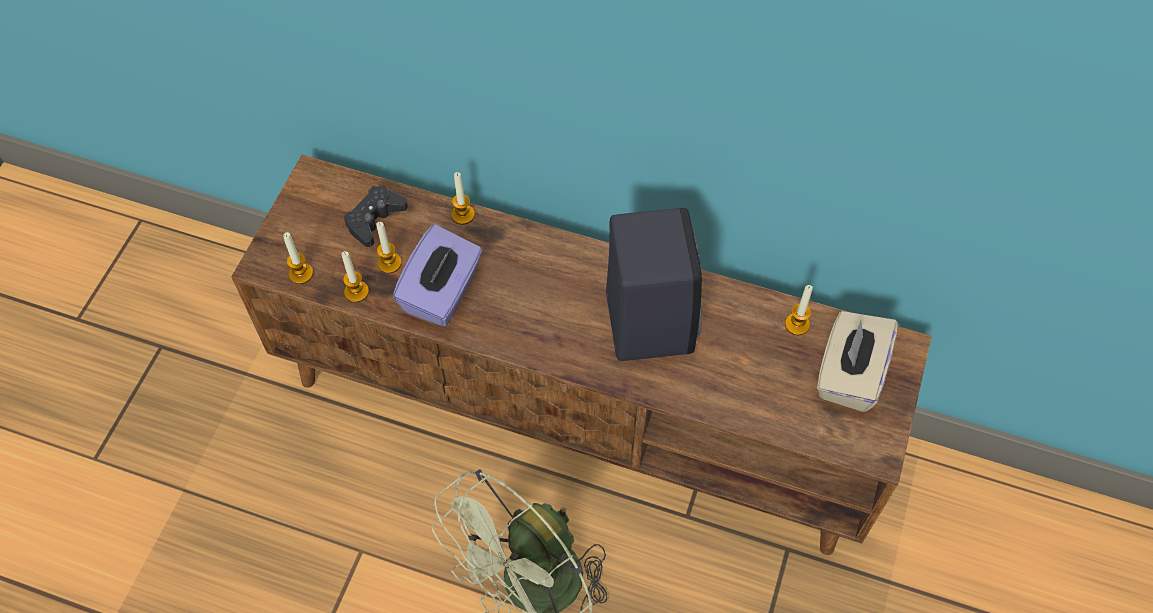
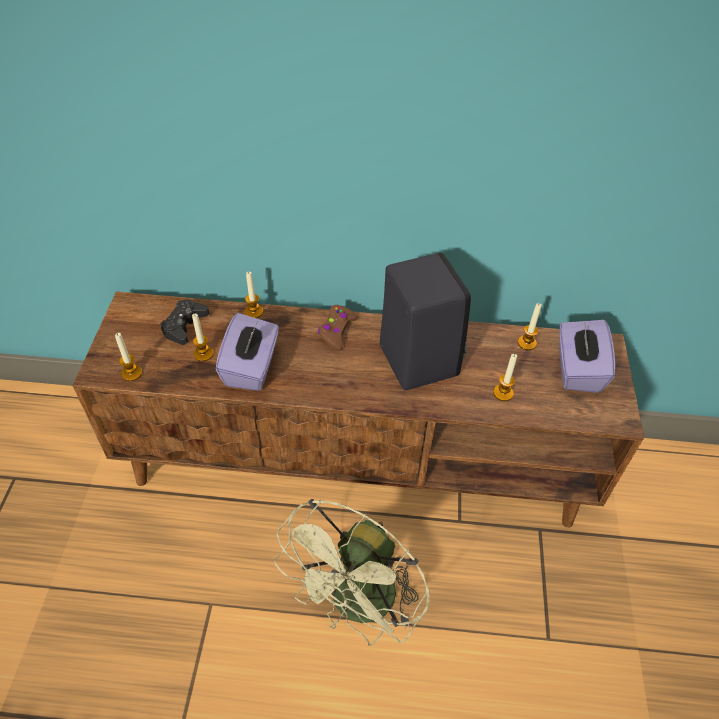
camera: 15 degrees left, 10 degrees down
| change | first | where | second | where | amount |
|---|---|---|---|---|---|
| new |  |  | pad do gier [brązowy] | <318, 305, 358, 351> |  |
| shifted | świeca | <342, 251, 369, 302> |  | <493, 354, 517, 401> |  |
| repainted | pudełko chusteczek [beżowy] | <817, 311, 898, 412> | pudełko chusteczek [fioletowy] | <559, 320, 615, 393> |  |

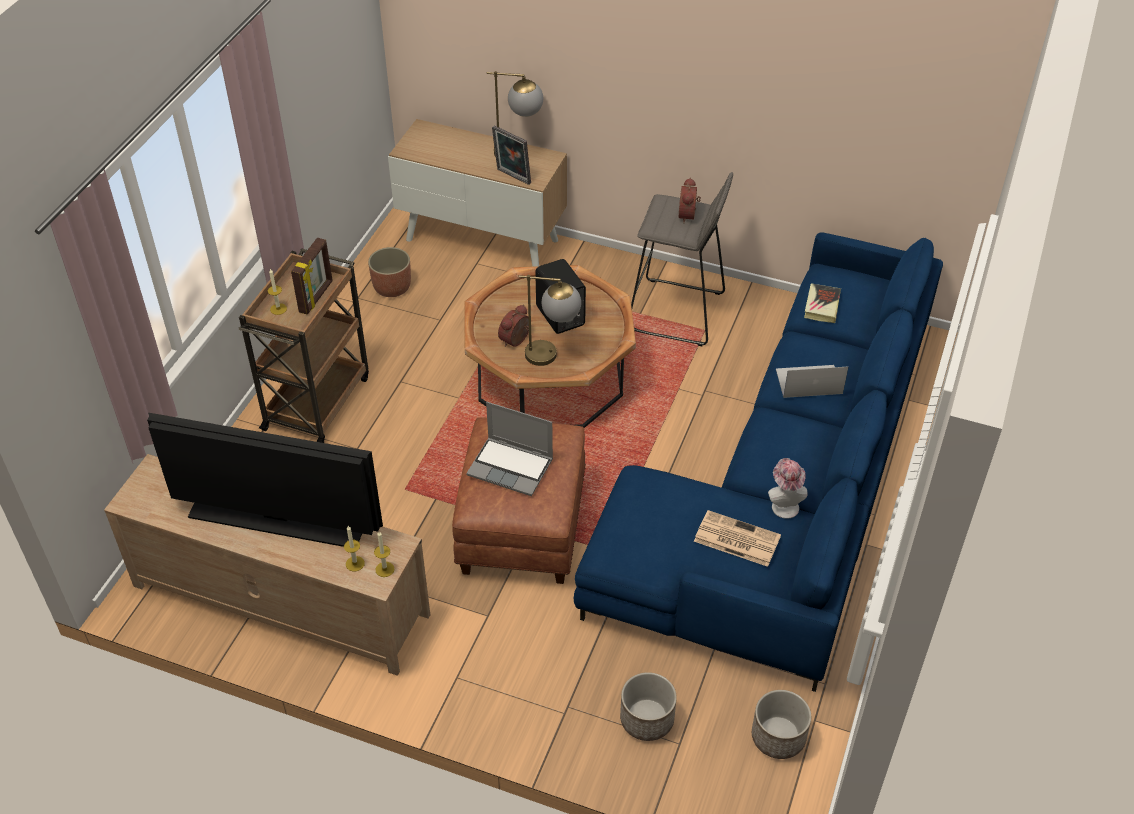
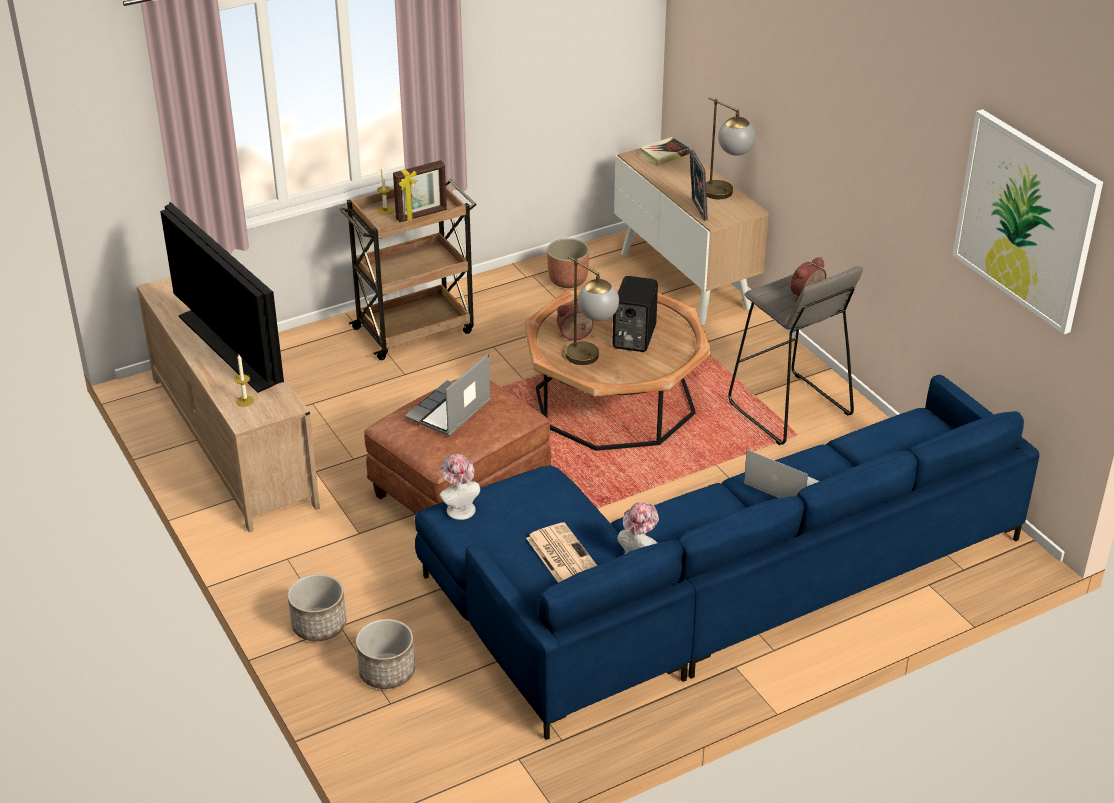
camera: 40 degrees right, 10 degrees down
| change | first | where | second | where | amount |
|---|---|---|---|---|---|
| gone | świeca | <374, 532, 395, 577> |  |  |  |
| new |  |  | kapelusz | <440, 454, 480, 520> |  |
| new |  |  | obraz | <953, 109, 1103, 334> |  |
| shifted | donica | <752, 690, 811, 759> |  | <288, 574, 346, 641> |  |
| shifted | książka | <804, 284, 841, 323> |  | <640, 137, 690, 166> |  |
| rotated | laptop | <466, 402, 553, 496> |  | <405, 354, 491, 436> | 60 degrees clockwise |

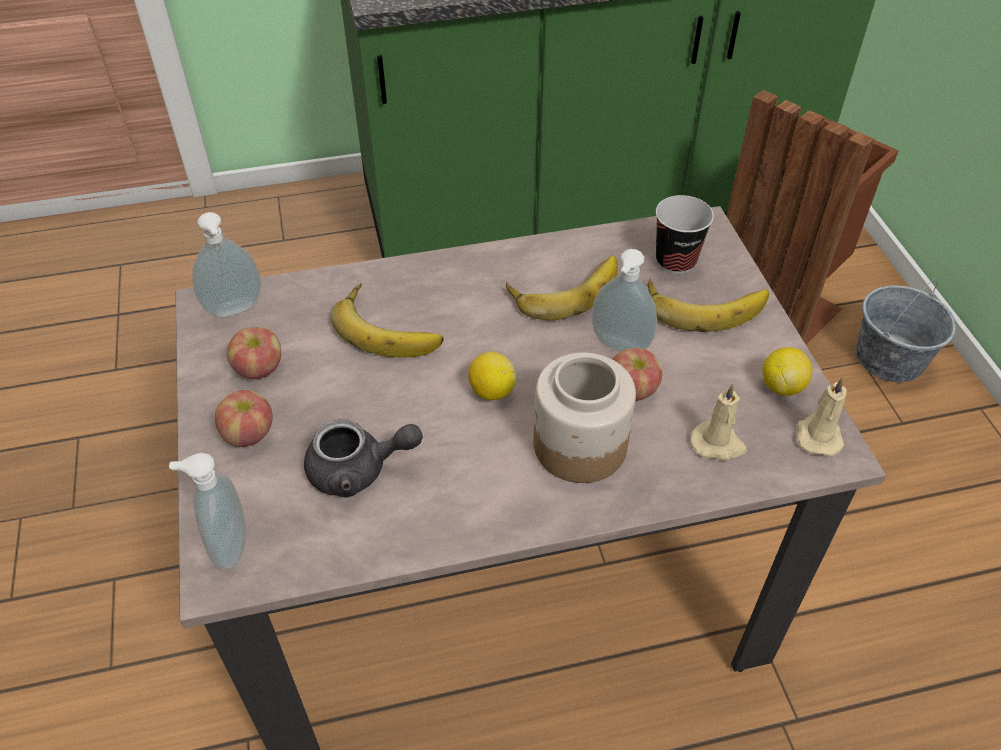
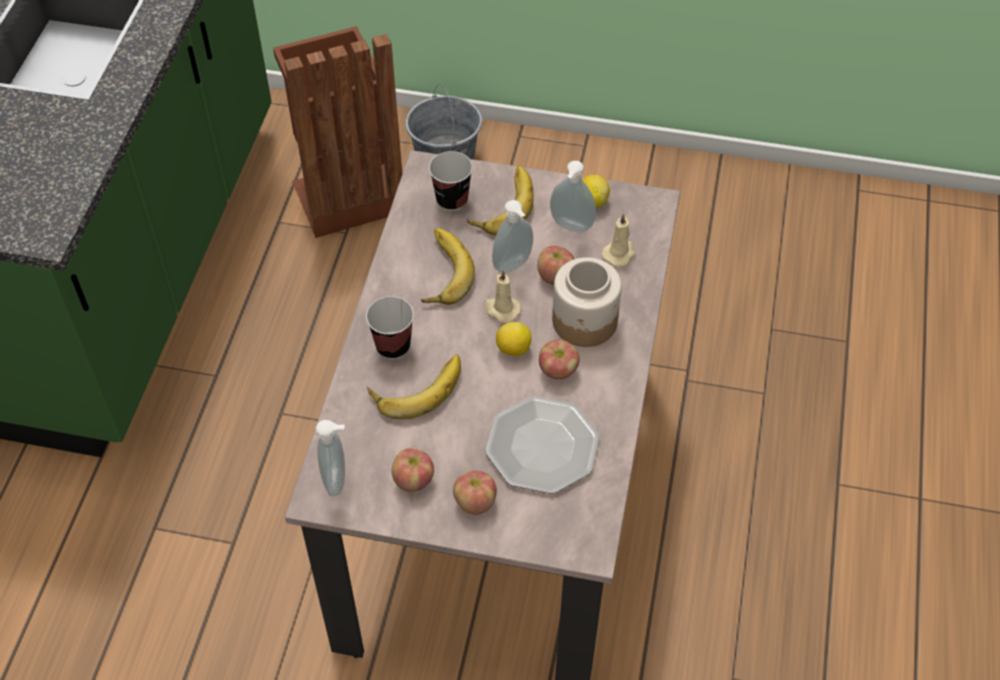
camera: 65 degrees left, 5 degrees up
| change | first | where | second | where | amount |
|---|---|---|---|---|---|
| new |  |  | filiżanka | <366, 296, 414, 359> |  |
| new |  |  | jabłko | <539, 340, 580, 379> |  |
| shifted | dozownik mydła | <169, 453, 246, 570> |  | <550, 161, 596, 233> |  |
| shifted | świeca [beżowy] | <797, 377, 847, 456> |  | <484, 270, 521, 323> |  |
| swapped | imbryk [szary] | <304, 419, 423, 497> | talerz | <485, 396, 600, 494> |  |

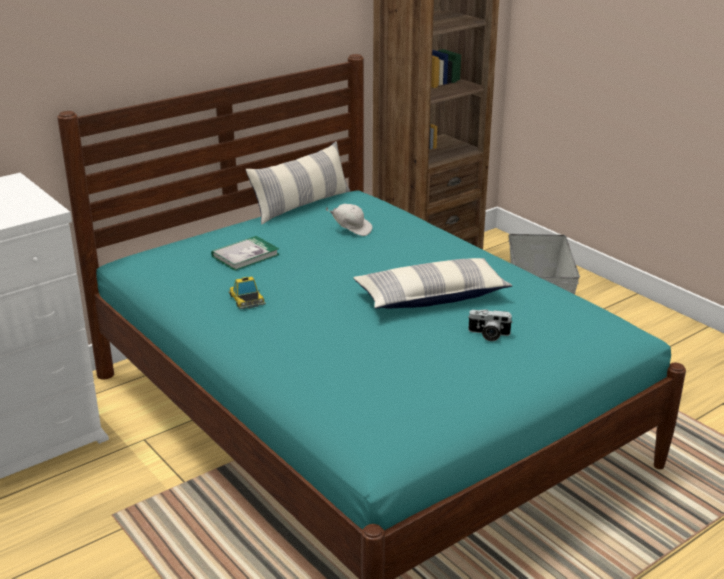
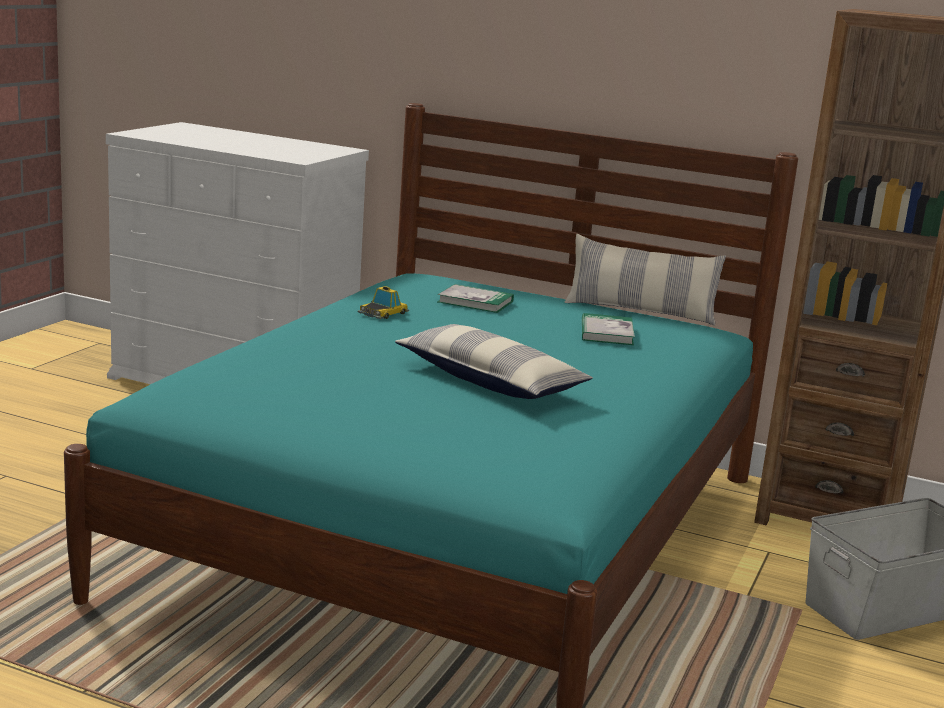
camera: 60 degrees right, 10 degrees down
| change | first | where | second | where | amount |
|---|---|---|---|---|---|
| gone | aparat fotograficzny | <467, 309, 513, 341> |  |  |  |
| swapped | czapka z daszkiem [biały] | <325, 204, 373, 236> | książka | <582, 313, 635, 345> |  |

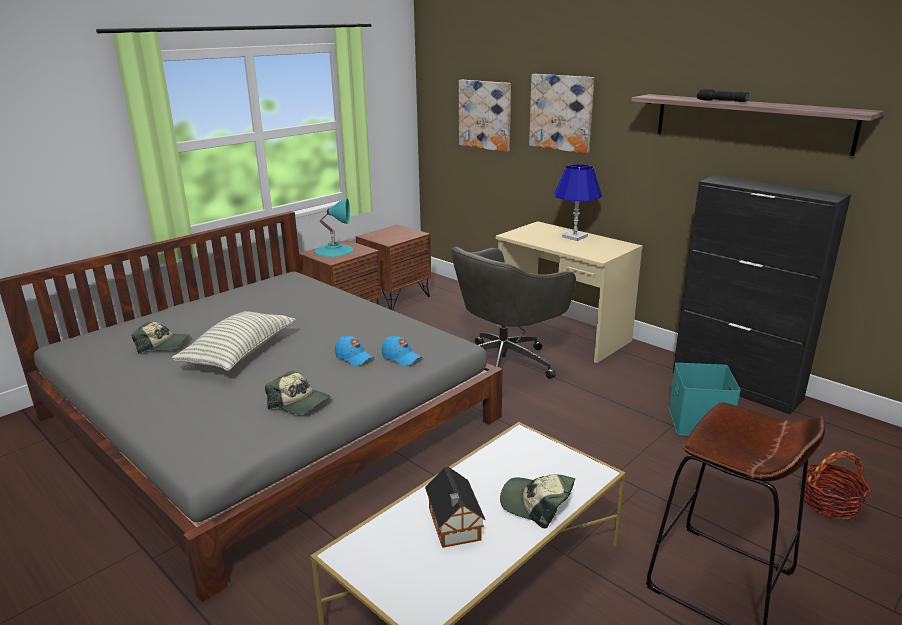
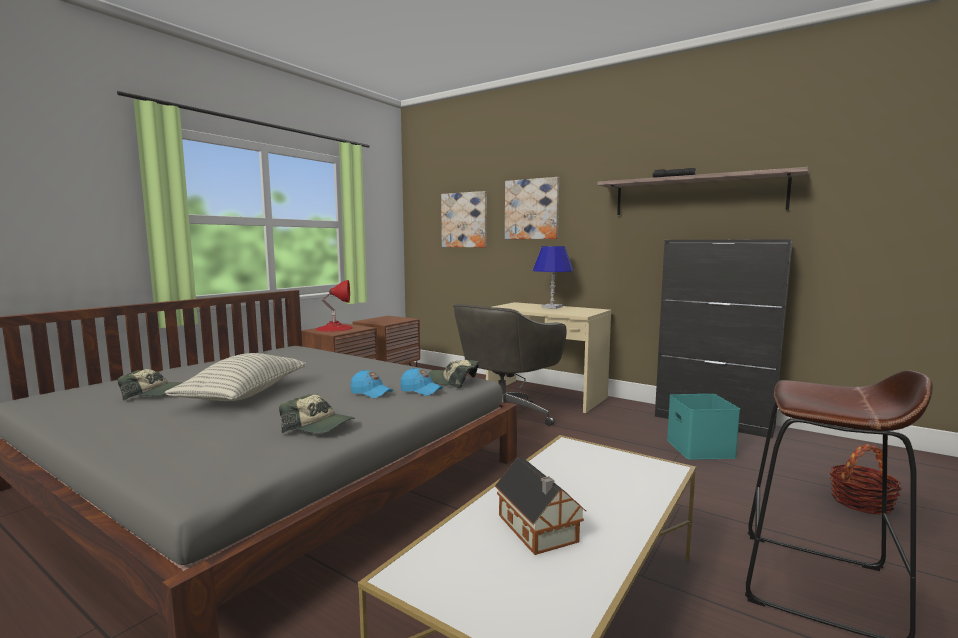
camera: 10 degrees left, 15 degrees down
| change | first | where | second | where | amount |
|---|---|---|---|---|---|
| shifted | czapka z daszkiem | <500, 474, 575, 528> |  | <429, 360, 479, 388> |  |
| repainted | lampa stołowa [turkusowy] | <314, 199, 353, 257> | lampa stołowa [czerwony] | <316, 280, 353, 332> |  |

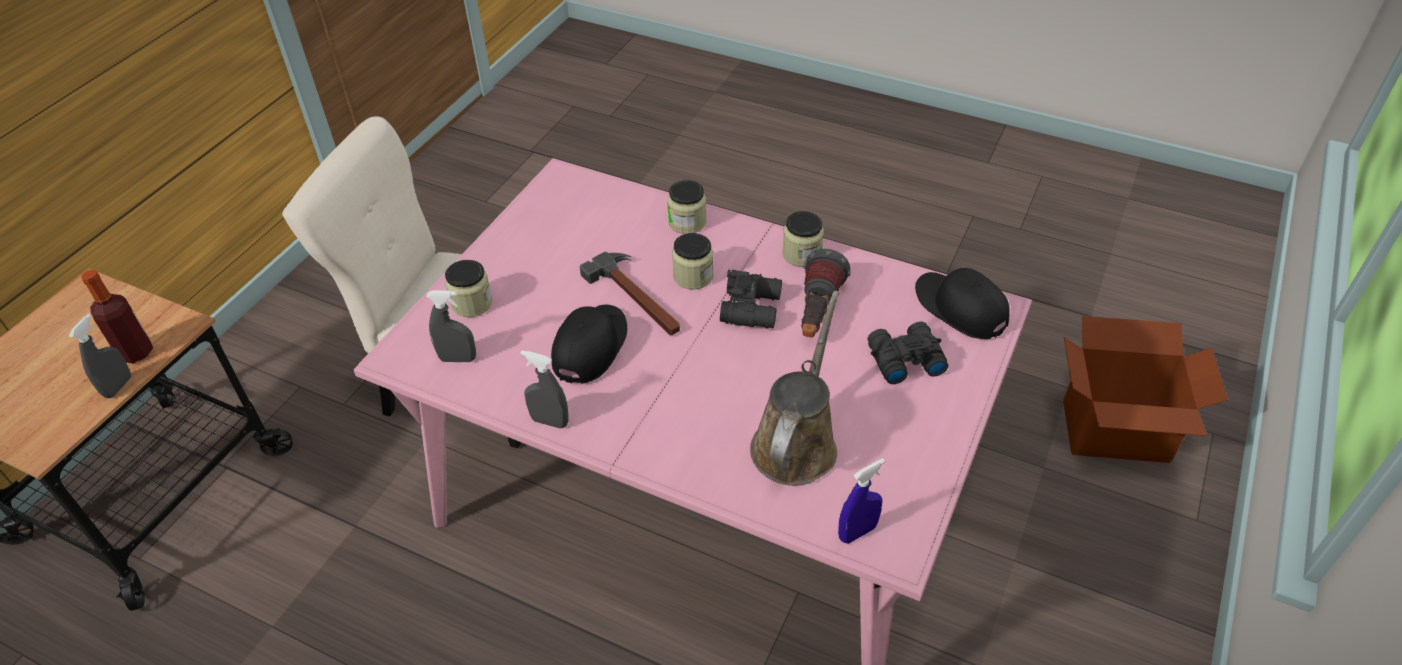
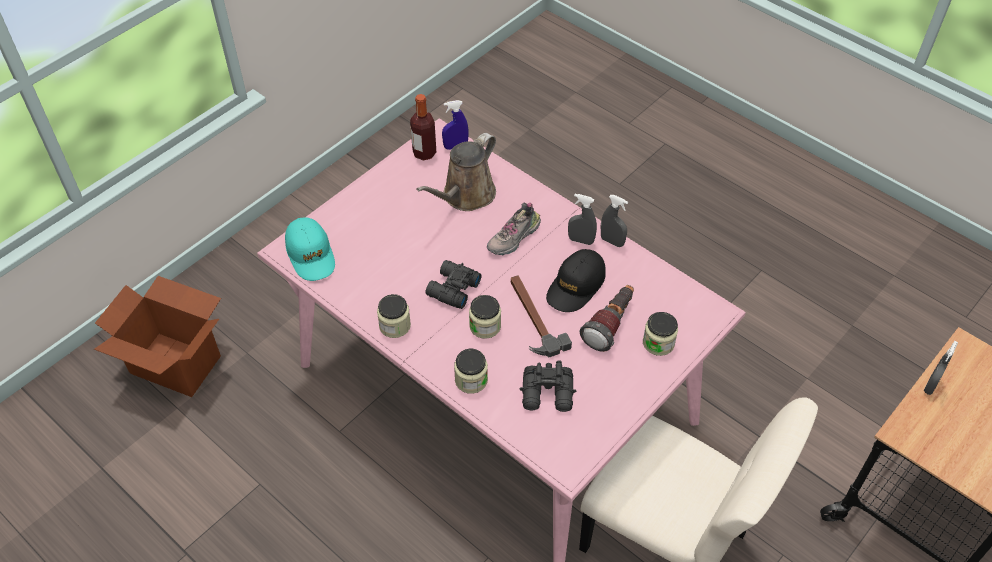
camera: 165 degrees left, 5 degrees up
| change | first | where | second | where | amount |
|---|---|---|---|---|---|
| new |  |  | but | <487, 203, 541, 255> |  |
| shifted | butelka | <81, 270, 153, 364> |  | <410, 94, 436, 161> |  |
| shifted | spryskiwacz [szary] | <426, 290, 476, 362> |  | <568, 194, 597, 245> |  |
| shifted | latarka | <801, 249, 851, 337> |  | <580, 285, 634, 352> |  |
| shifted | lornetka [czarny] | <868, 321, 948, 384> |  | <520, 360, 576, 412> |  |
| repainted | czapka z daszkiem [czarny] | <915, 268, 1010, 339> | czapka z daszkiem [turkusowy] | <285, 218, 335, 281> |  |

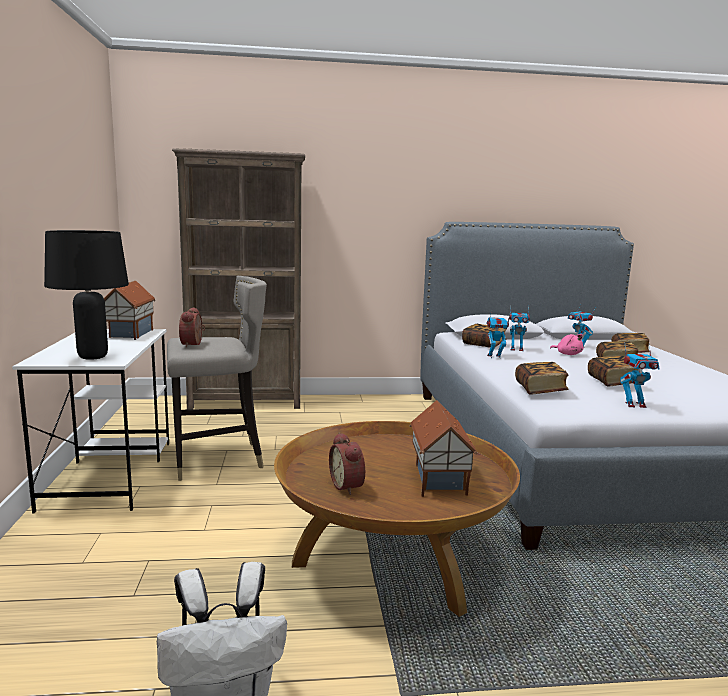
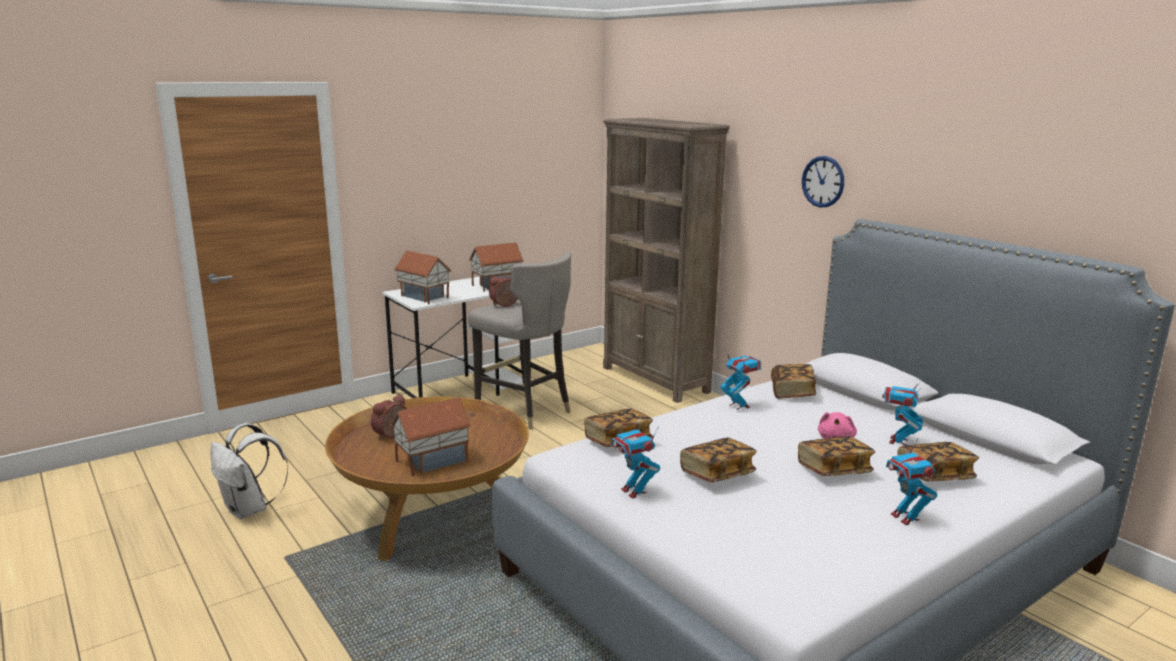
camera: 60 degrees right, 5 degrees up
| change | first | where | second | where | amount |
|---|---|---|---|---|---|
| new |  |  | zegar ścienny | <802, 156, 844, 207> |  |
| shifted | robot zabawkowy | <509, 310, 530, 351> |  | <886, 438, 942, 525> |  |
| swapped | lampa stołowa [czarny] | <44, 230, 129, 360> | domek | <394, 251, 452, 304> |  |

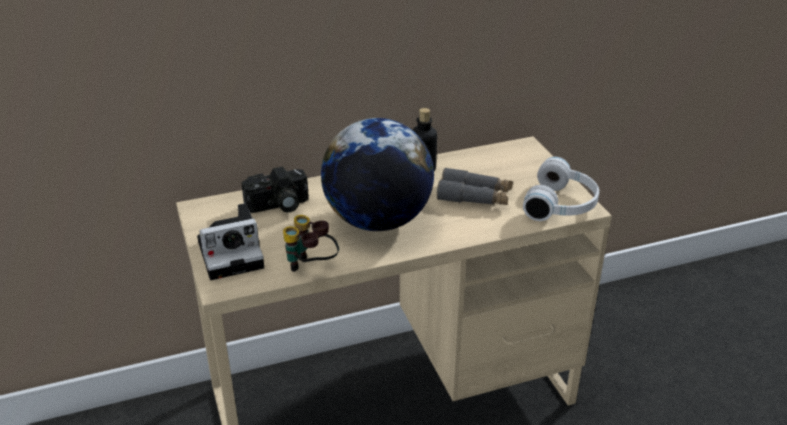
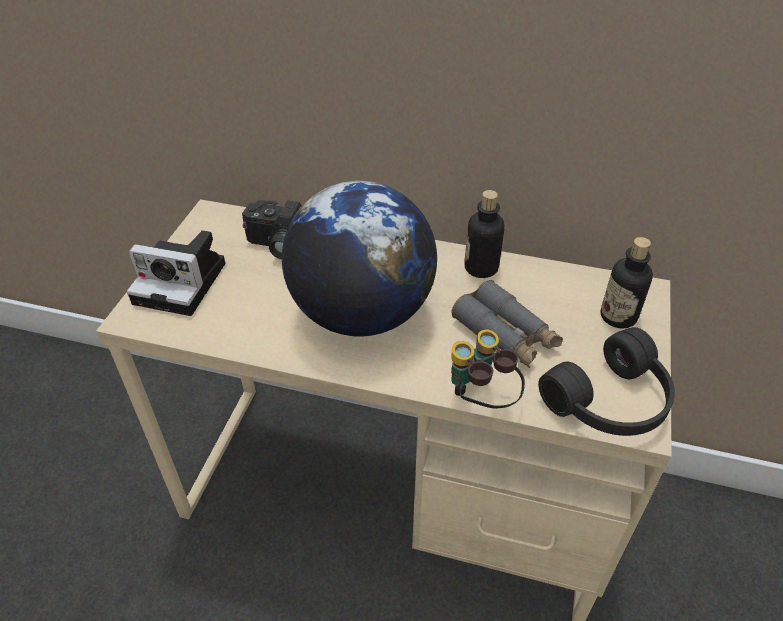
camera: 35 degrees right, 10 degrees up
| change | first | where | second | where | amount |
|---|---|---|---|---|---|
| new |  |  | butelka | <600, 237, 653, 329> |  |
| shifted | lornetka | <283, 215, 339, 272> |  | <451, 329, 525, 408> |  |
| repainted | słuchawki [biały] | <523, 157, 599, 221> | słuchawki [czarny] | <538, 327, 675, 436> |  |

